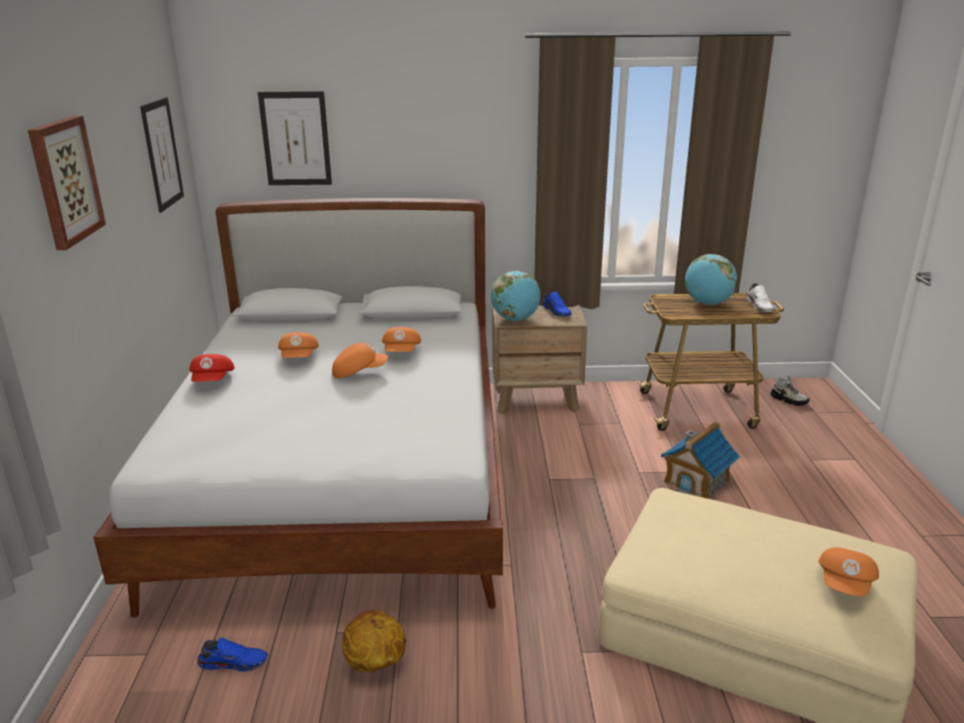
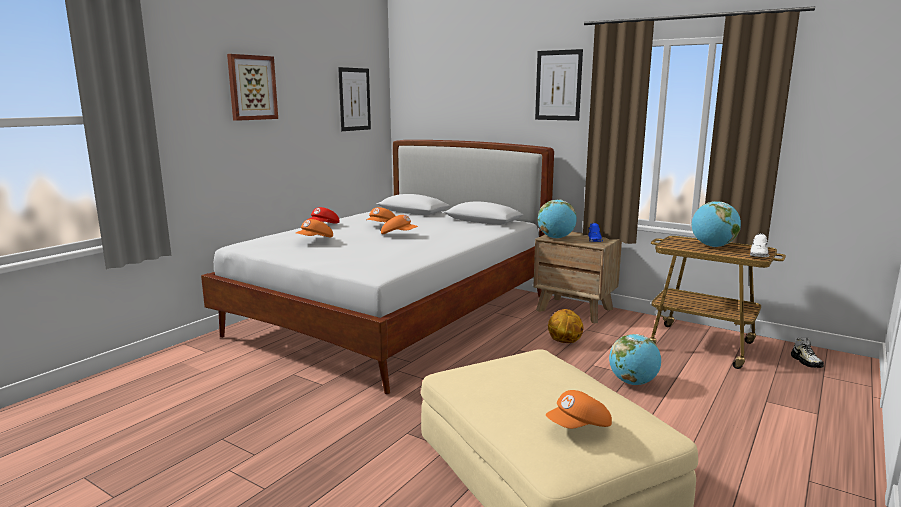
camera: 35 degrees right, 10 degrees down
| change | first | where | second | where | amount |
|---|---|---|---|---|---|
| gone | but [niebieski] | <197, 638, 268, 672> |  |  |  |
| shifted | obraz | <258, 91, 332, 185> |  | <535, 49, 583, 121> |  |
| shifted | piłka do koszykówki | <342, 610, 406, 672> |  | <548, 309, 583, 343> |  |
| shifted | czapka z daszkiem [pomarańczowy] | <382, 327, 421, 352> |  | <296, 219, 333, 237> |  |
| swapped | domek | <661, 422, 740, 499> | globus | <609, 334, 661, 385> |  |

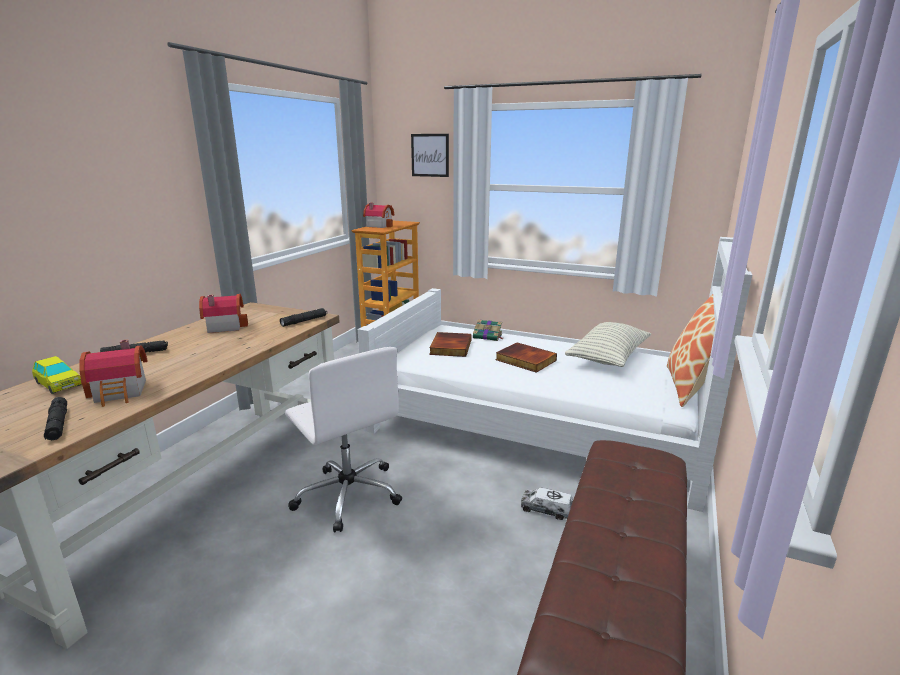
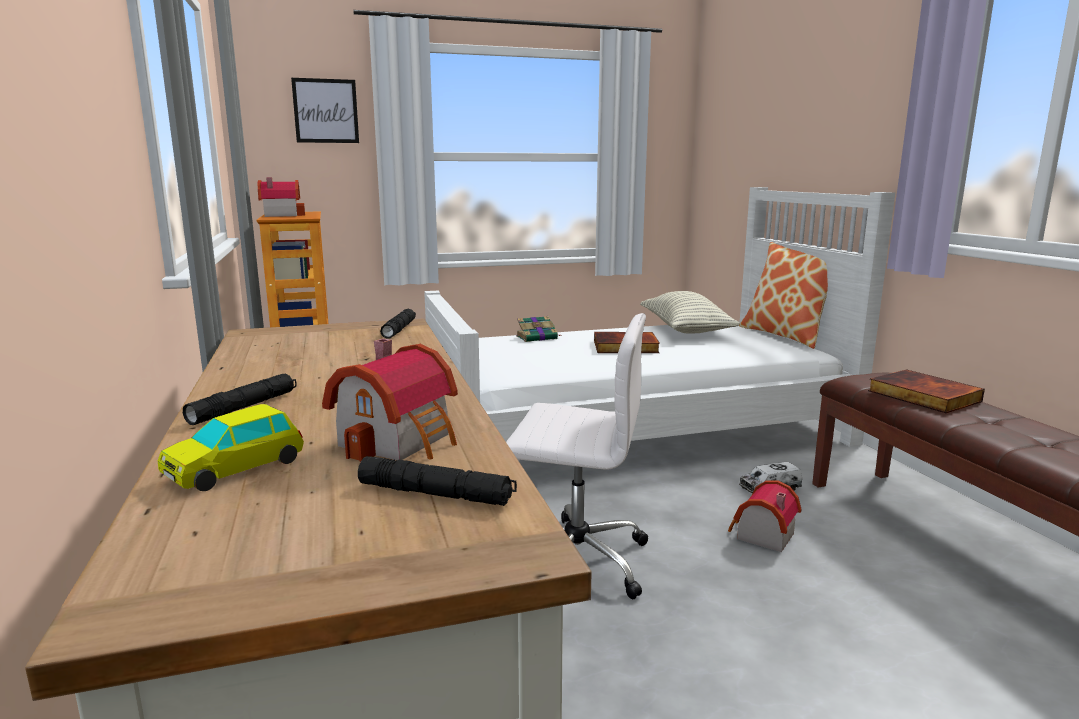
camera: 40 degrees left, 5 degrees down
| change | first | where | second | where | amount |
|---|---|---|---|---|---|
| shifted | domek | <199, 294, 248, 333> |  | <728, 481, 801, 552> |  |
| shifted | książka | <429, 332, 471, 357> |  | <868, 369, 985, 413> |  |
| rotated | samochodzik | <32, 356, 81, 394> |  | <158, 404, 304, 491> | 135 degrees clockwise |

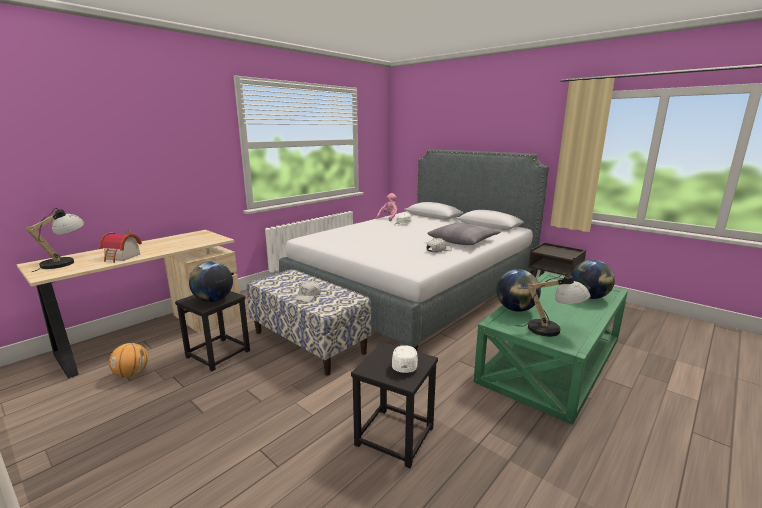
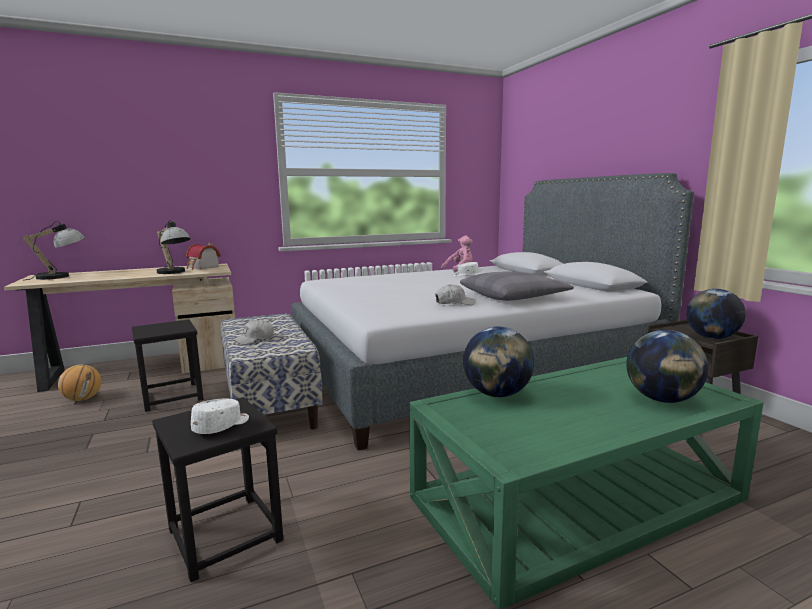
camera: 25 degrees right, 5 degrees down
| change | first | where | second | where | amount |
|---|---|---|---|---|---|
| shifted | domek | <99, 230, 142, 263> |  | <186, 242, 221, 270> |  |
| shifted | globus | <189, 261, 233, 302> |  | <686, 289, 746, 339> |  |
| shifted | lampa stołowa | <516, 273, 591, 337> |  | <157, 219, 191, 274> |  |

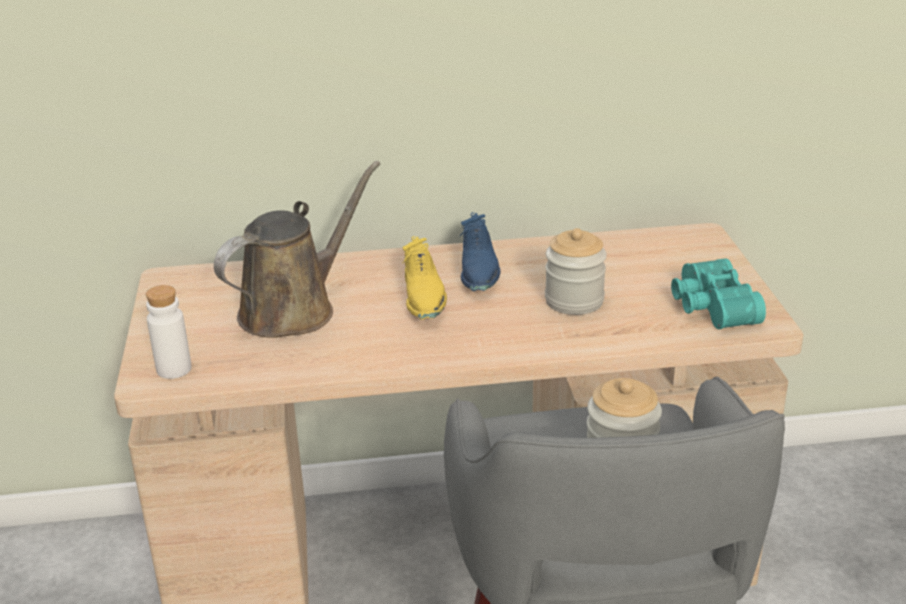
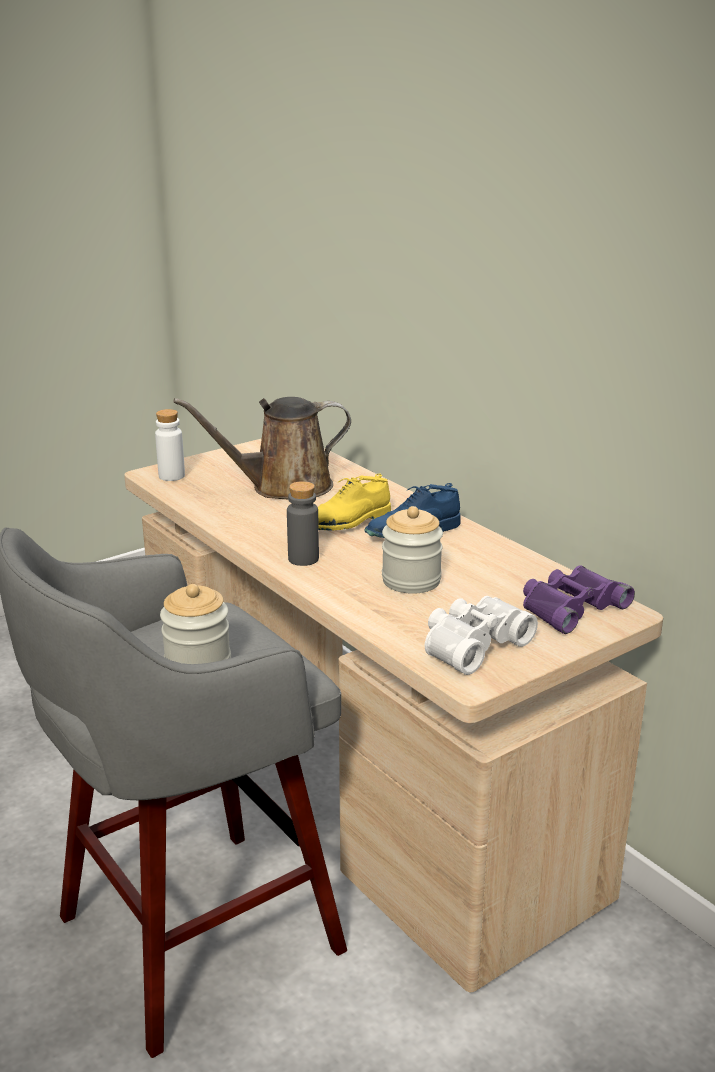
camera: 60 degrees right, 5 degrees down
| change | first | where | second | where | amount |
|---|---|---|---|---|---|
| new |  |  | butelka [szary] | <287, 481, 319, 566> |  |
| new |  |  | lornetka [fioletowy] | <523, 565, 635, 634> |  |
| repainted | lornetka [turkusowy] | <671, 258, 766, 329> | lornetka [biały] | <425, 596, 538, 675> |  |
| rotated | konewka [brązowy] | <214, 161, 380, 338> |  | <173, 397, 351, 500> | 150 degrees clockwise |

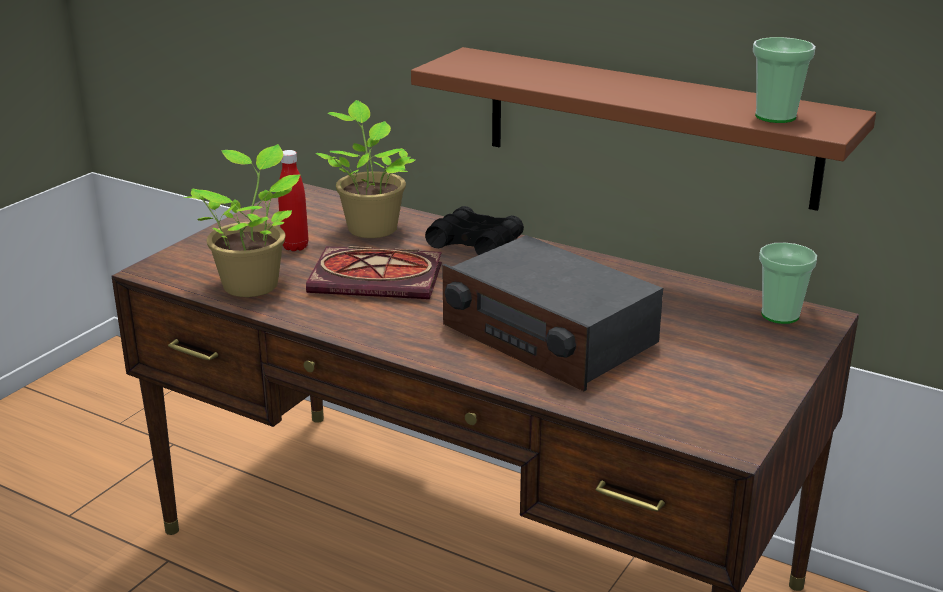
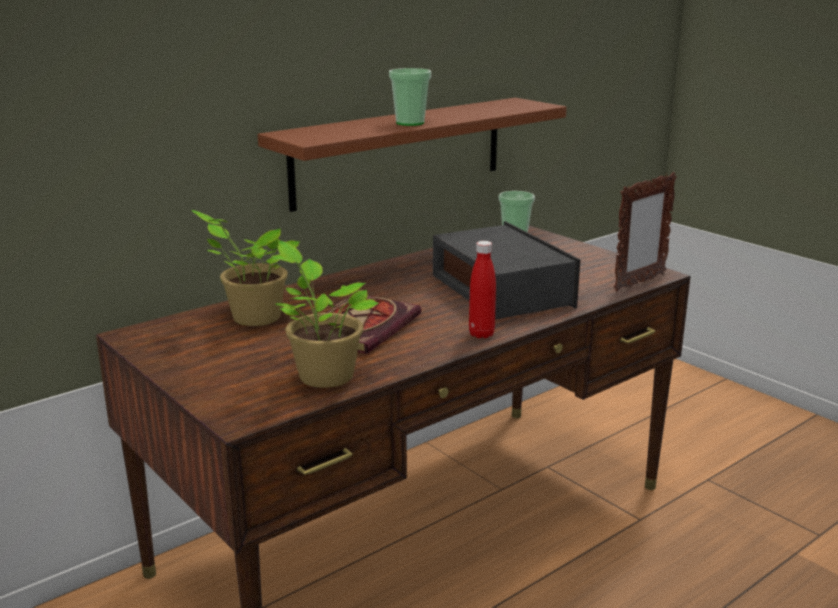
camera: 70 degrees left, 5 degrees down
| change | first | where | second | where | amount |
|---|---|---|---|---|---|
| gone | lornetka [czarny] | <425, 206, 524, 255> |  |  |  |
| new |  |  | ramka na zdjęcie | <614, 172, 677, 292> |  |
| shifted | butelka [czerwony] | <278, 150, 308, 251> |  | <469, 241, 496, 338> |  |
| shifted | filiżanka | <753, 37, 816, 123> |  | <389, 68, 431, 126> |  |
| rotated | radio | <442, 235, 663, 391> |  | <433, 221, 580, 319> | 90 degrees counterclockwise |

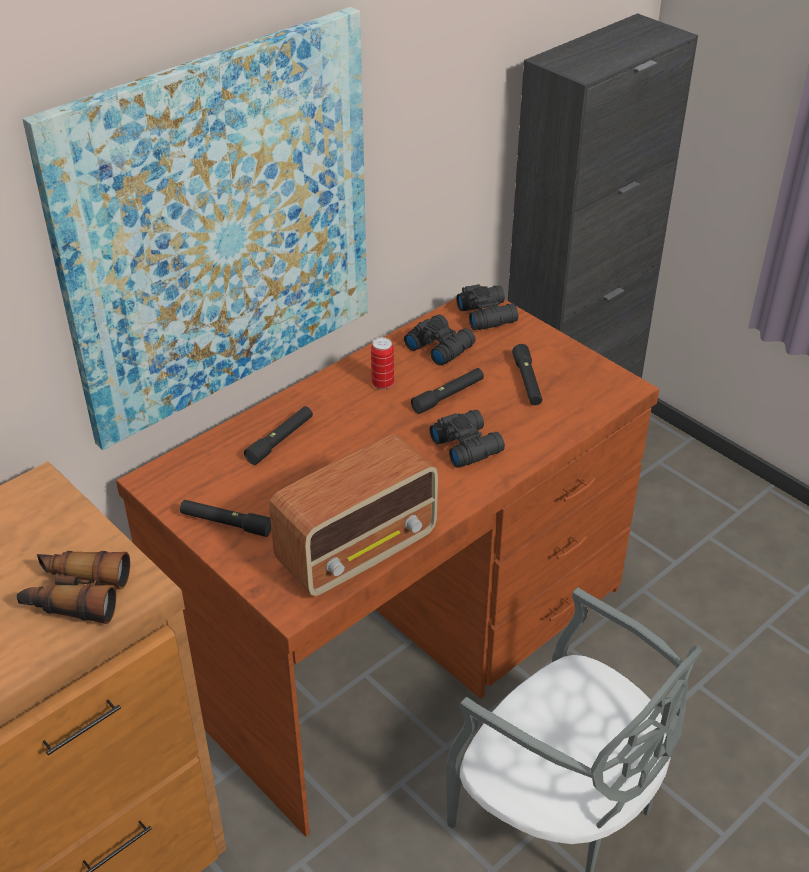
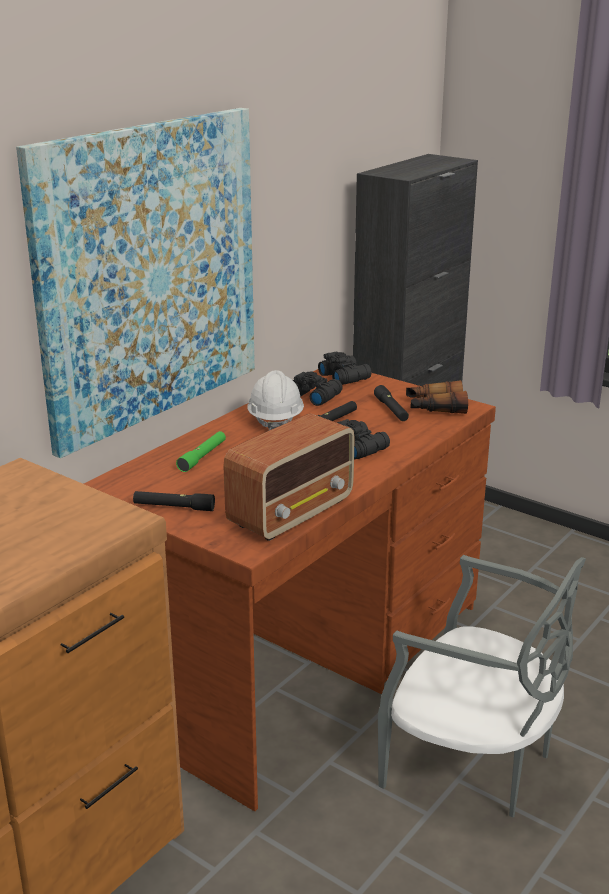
camera: 10 degrees left, 15 degrees down
| change | first | where | second | where | amount |
|---|---|---|---|---|---|
| shifted | lornetka | <17, 551, 130, 624> |  | <406, 380, 468, 414> |  |
| swapped | puszka | <371, 337, 394, 389> | kask [biały] | <247, 370, 304, 430> |  |
| repainted | latarka [czarny] | <244, 406, 313, 465> | latarka [zielony] | <176, 431, 226, 472> |  |

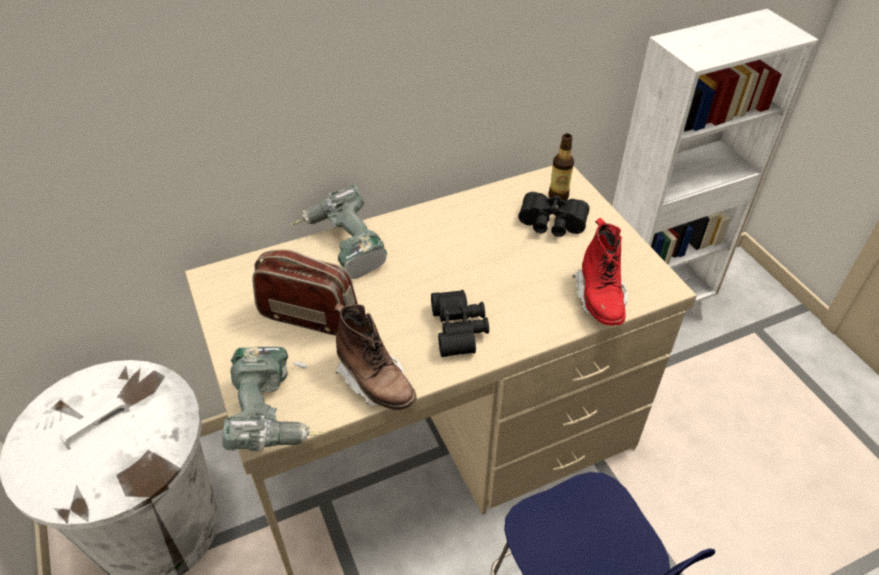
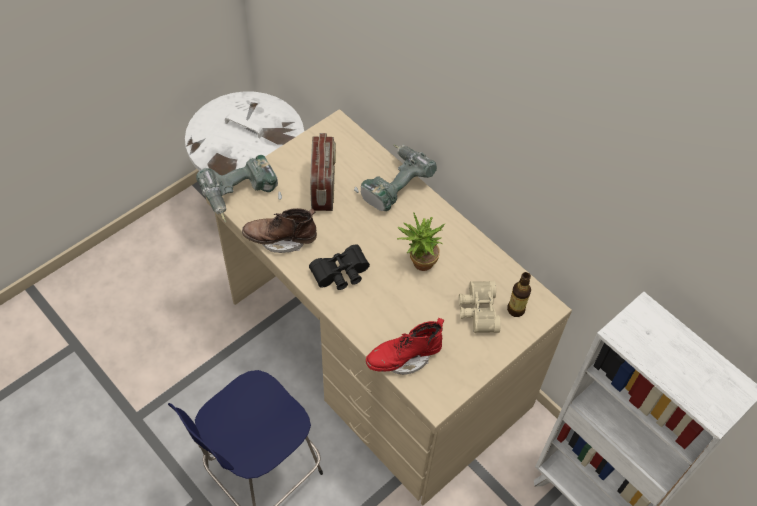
camera: 70 degrees right, 10 degrees up
| change | first | where | second | where | amount |
|---|---|---|---|---|---|
| new |  |  | roślina doniczkowa | <397, 212, 446, 271> |  |
| repainted | lornetka [czarny] | <518, 192, 589, 237> | lornetka [beżowy] | <459, 281, 501, 333> |  |
| rotated | but z cholewką [brązowy] | <334, 303, 417, 410> |  | <242, 208, 317, 253> | 60 degrees clockwise |

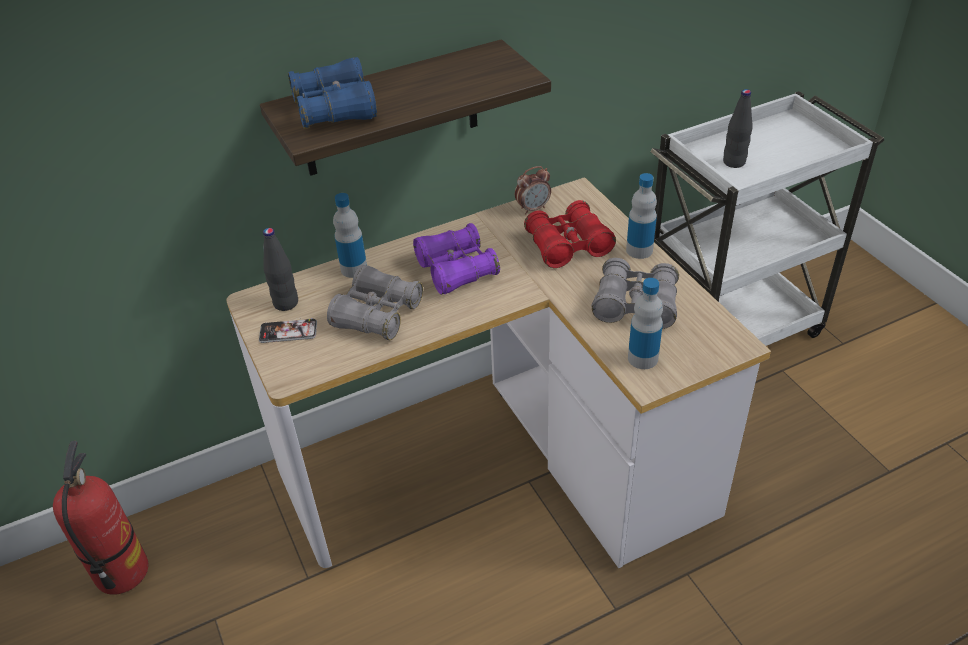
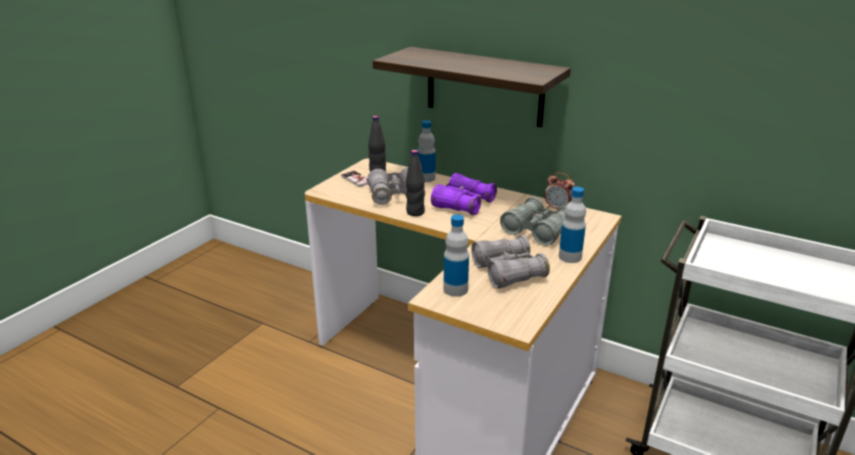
camera: 55 degrees right, 15 degrees down
| change | first | where | second | where | amount |
|---|---|---|---|---|---|
| gone | gaśnica | <53, 441, 149, 595> |  |  |  |
| gone | lornetka [niebieski] | <288, 57, 377, 129> |  |  |  |
| shifted | butelka [czarny] | <723, 89, 753, 168> |  | <406, 150, 425, 216> |  |
| repainted | lornetka [czerwony] | <524, 200, 616, 268> | lornetka [szary] | <500, 197, 566, 246> |  |

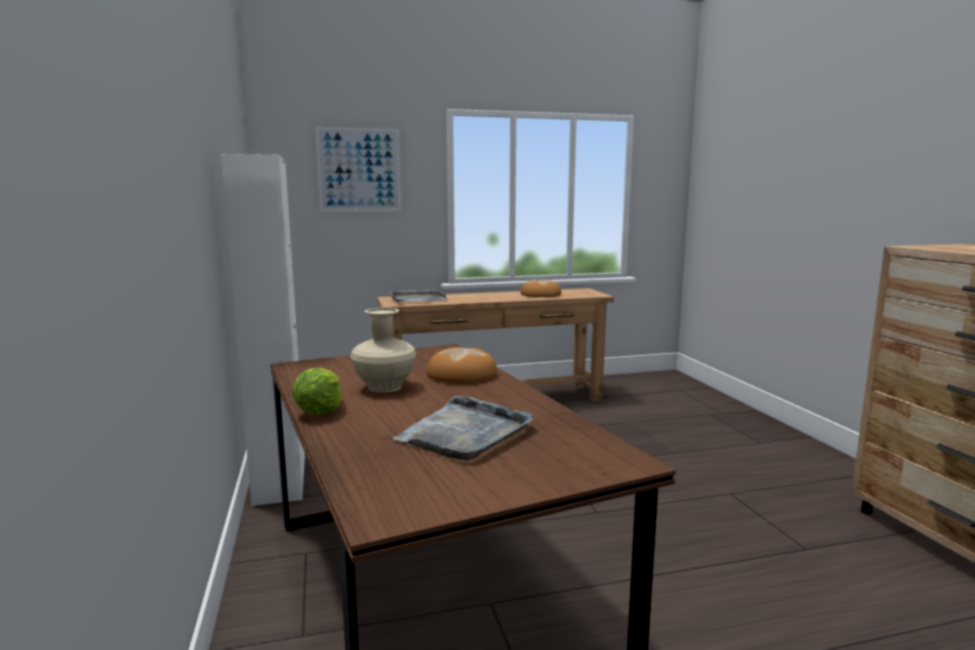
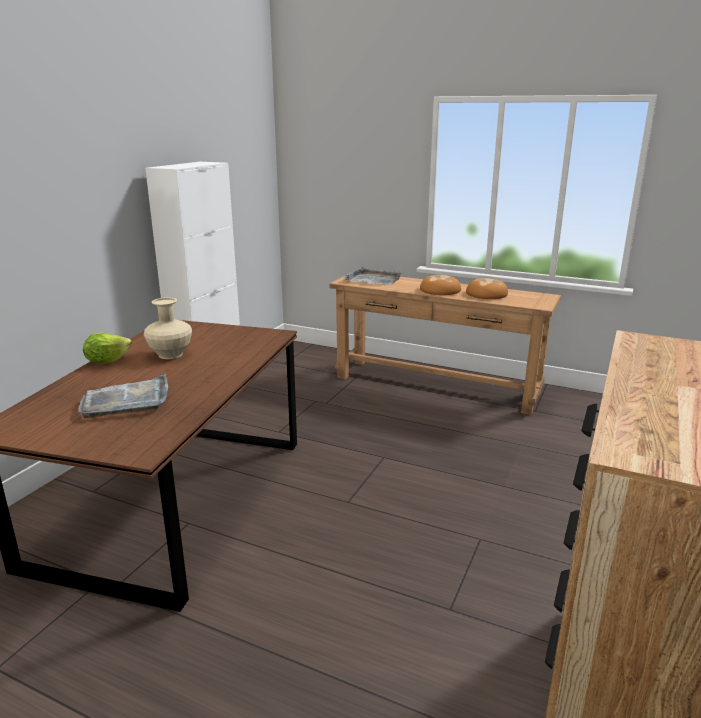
camera: 40 degrees right, 10 degrees up
| change | first | where | second | where | amount |
|---|---|---|---|---|---|
| gone | obraz | <315, 127, 401, 212> |  |  |  |
| shifted | chleb | <427, 347, 497, 383> |  | <420, 274, 461, 295> |  |

